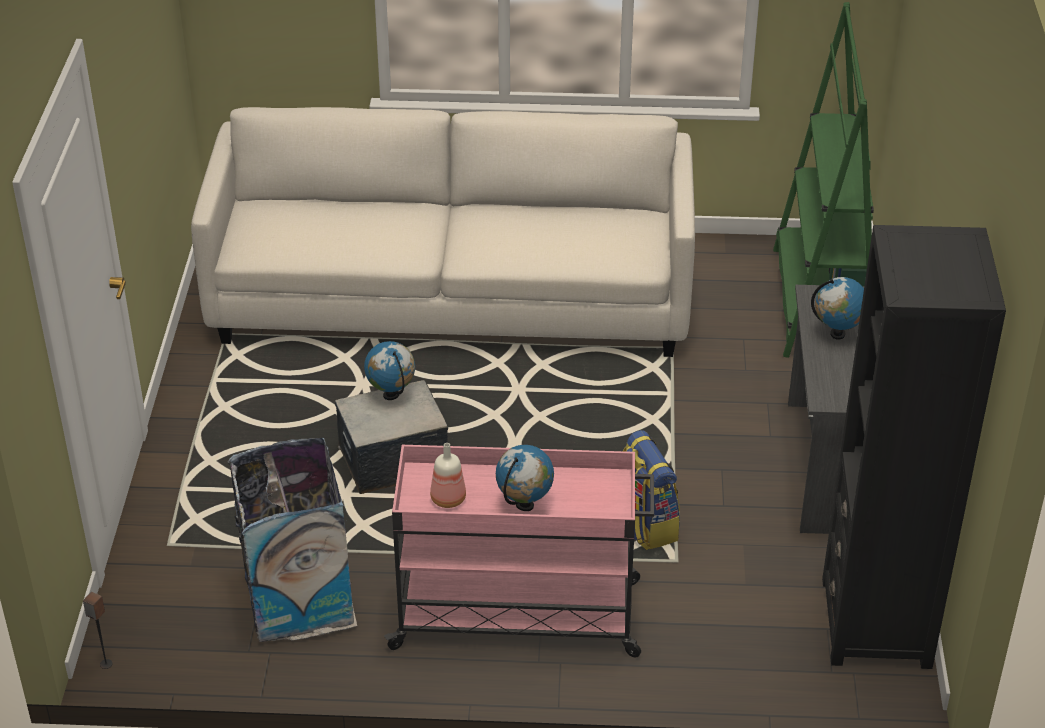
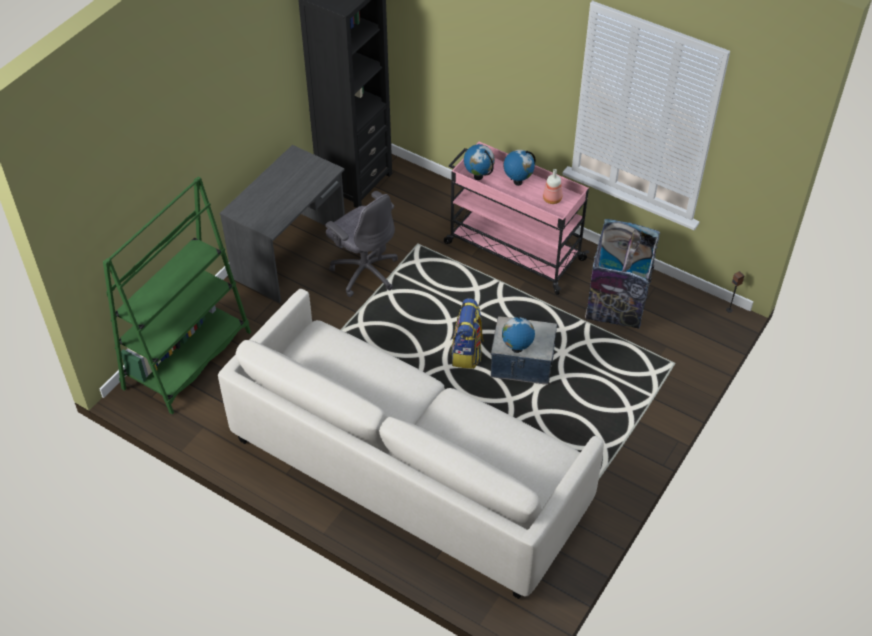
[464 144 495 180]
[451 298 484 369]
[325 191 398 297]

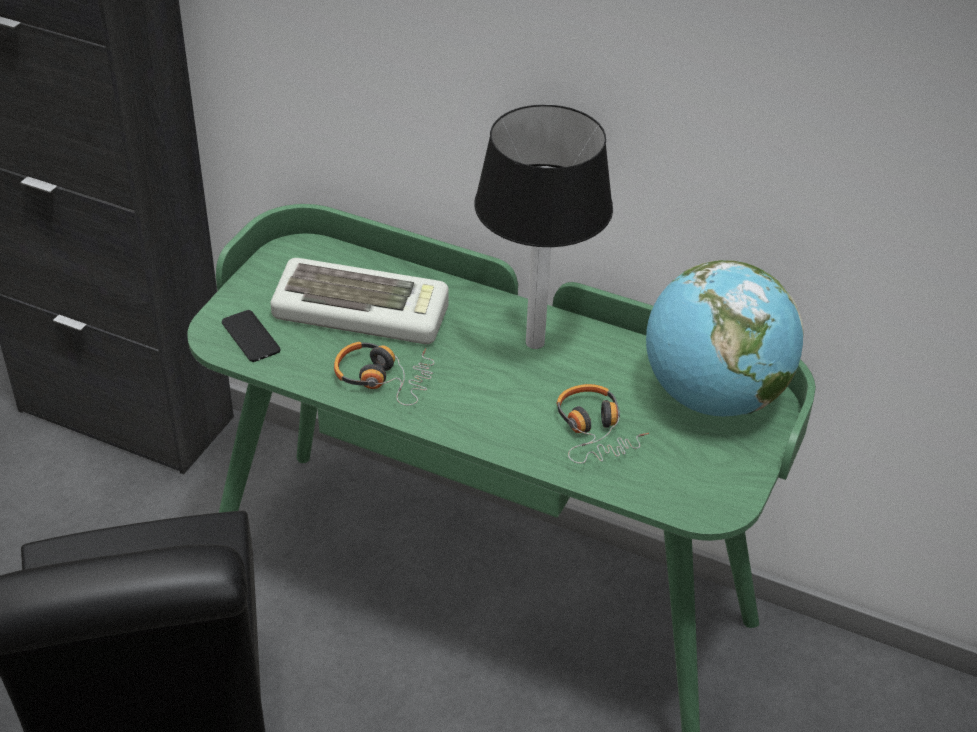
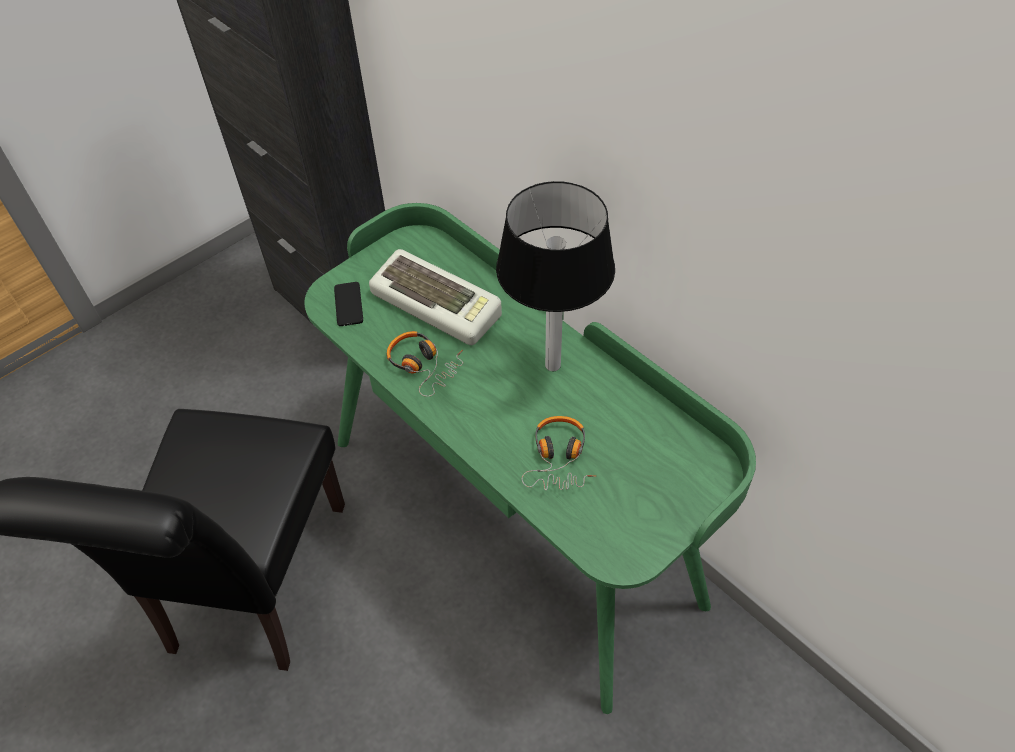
[646 260 804 417] (first image)

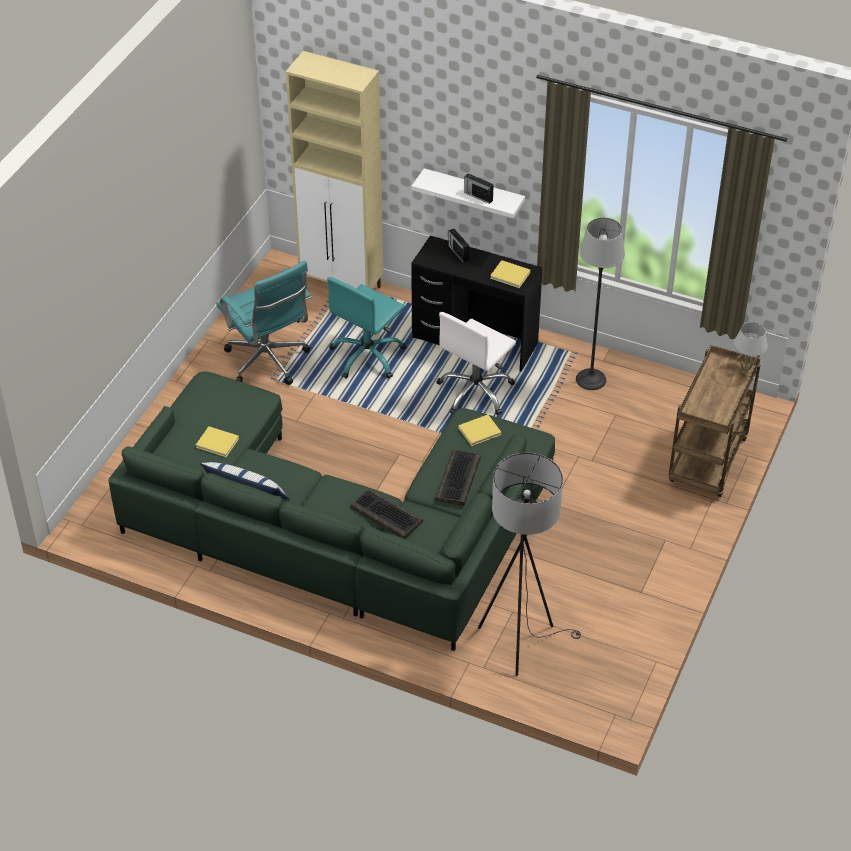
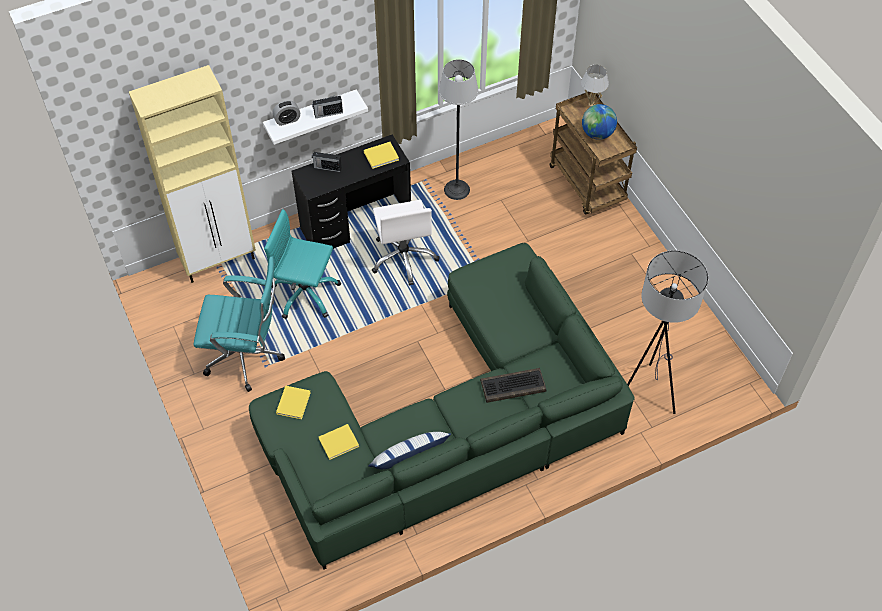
[264 209 341 319]
[276 385 311 419]
[435 450 481 506] (first image)
[272 100 300 126]
[582 104 617 140]

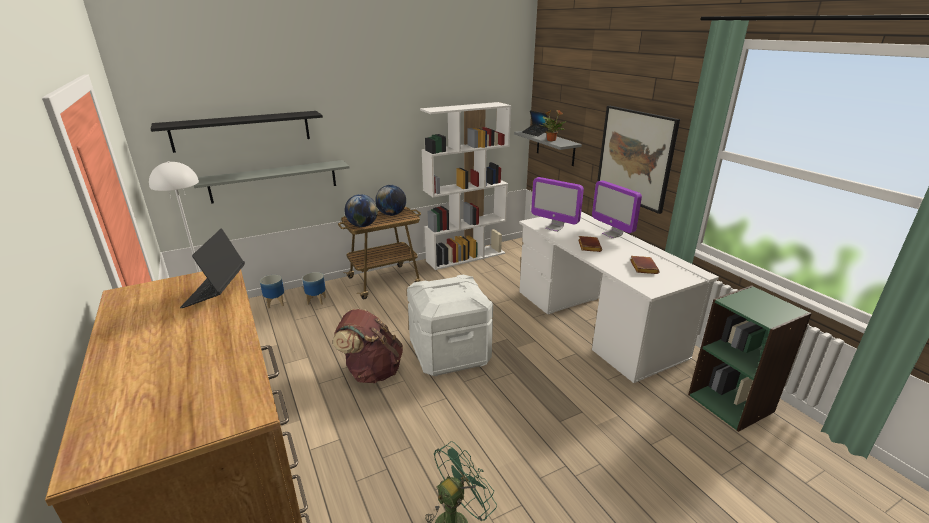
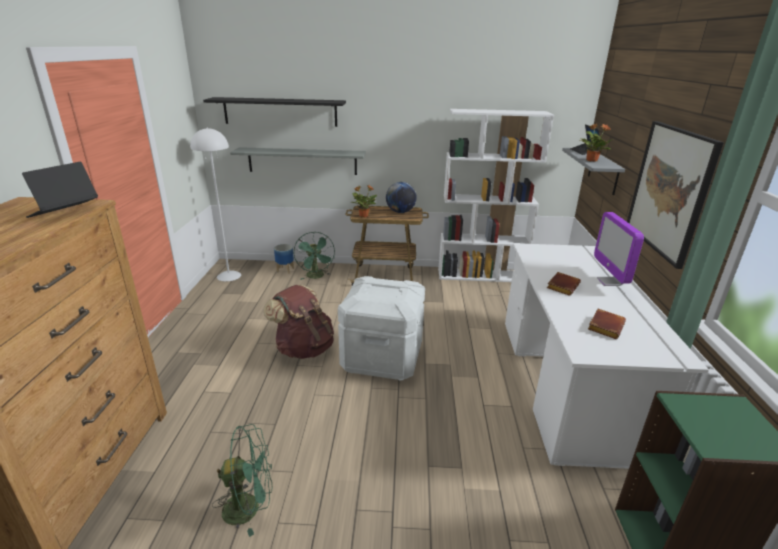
[531 177 584 232] (first image)
[351 185 377 218]
[294 232 335 280]

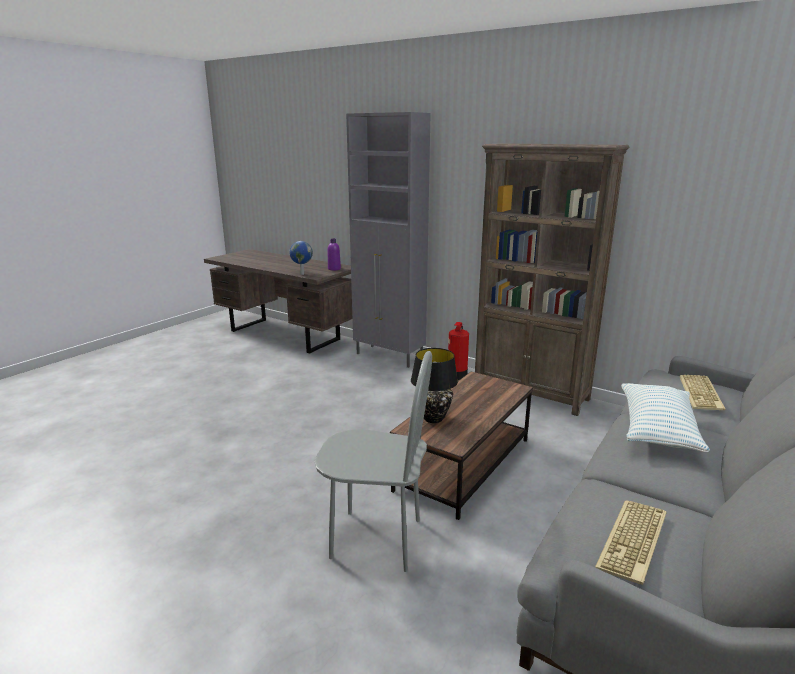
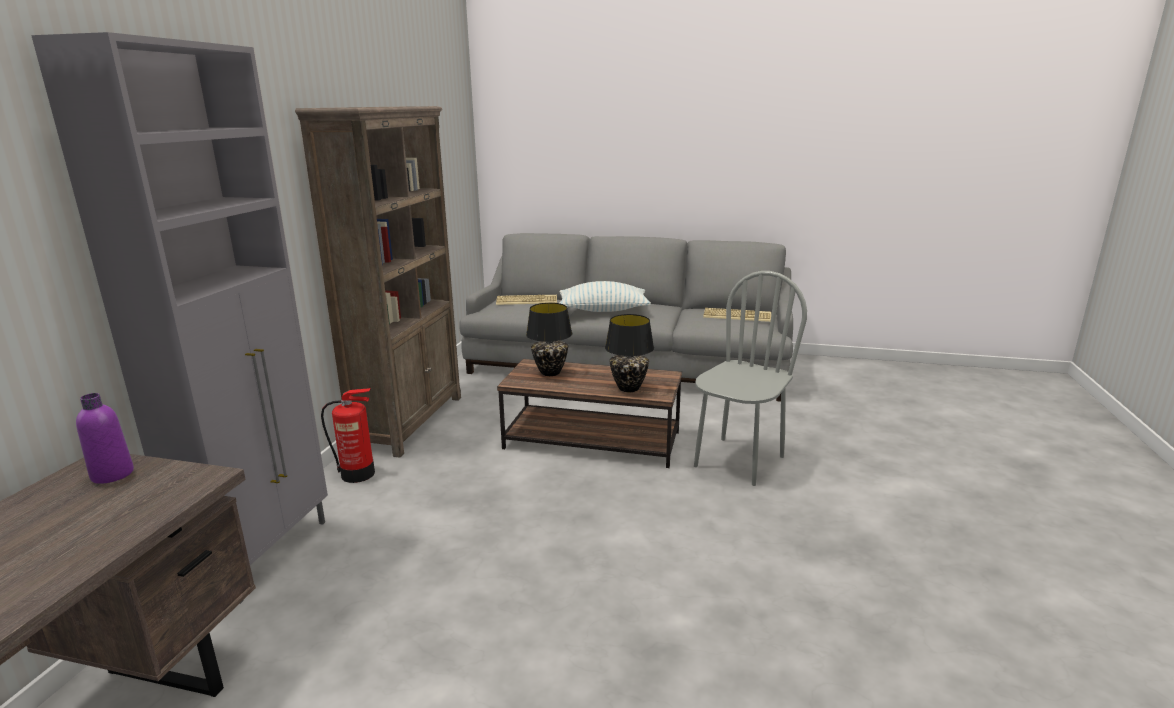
[289 241 313 275] (first image)
[694 271 807 486]
[526 303 572 376]

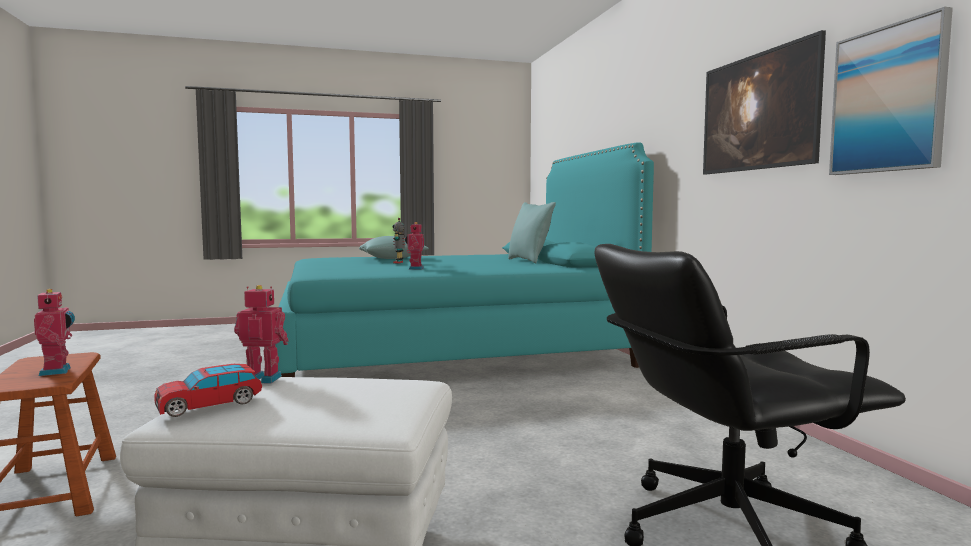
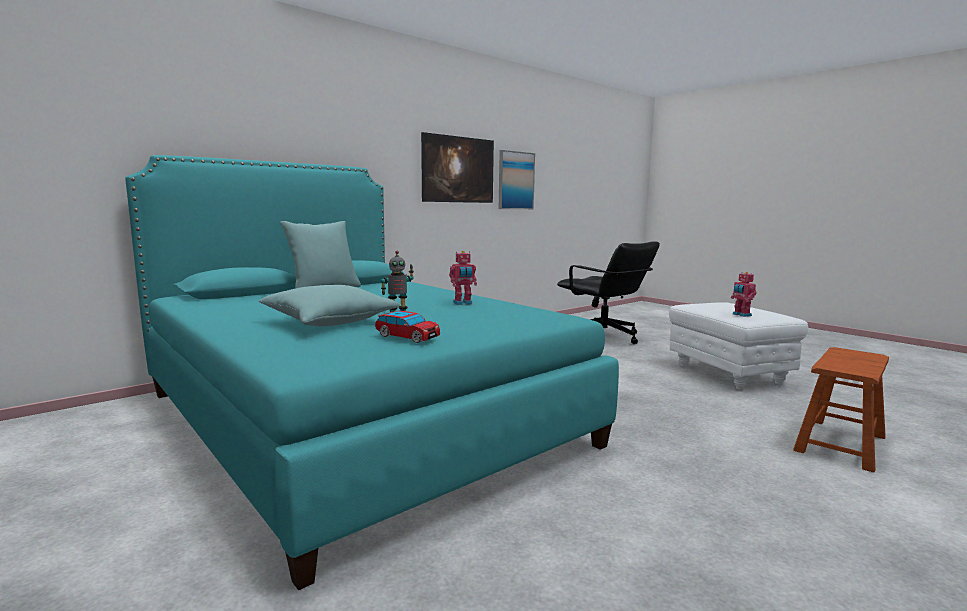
[34 289 75 376] (first image)
[375 311 440 343]

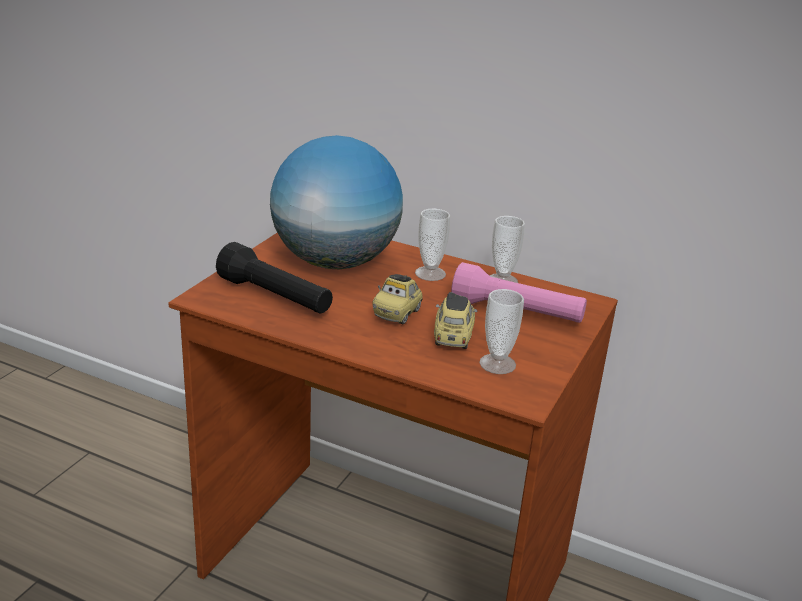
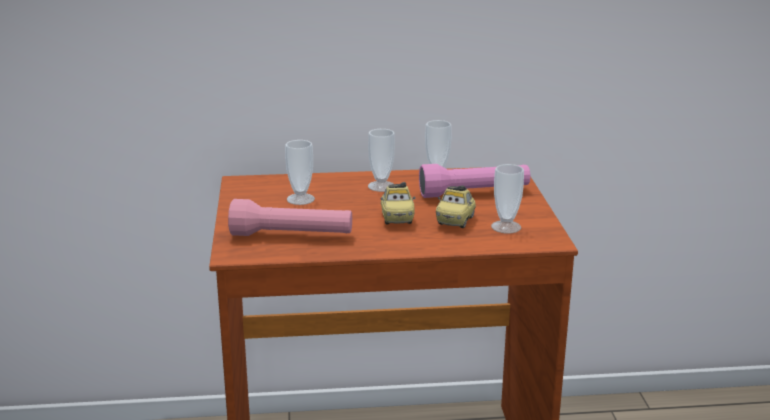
[285 140 315 205]
[228 199 352 236]
[436 185 476 228]

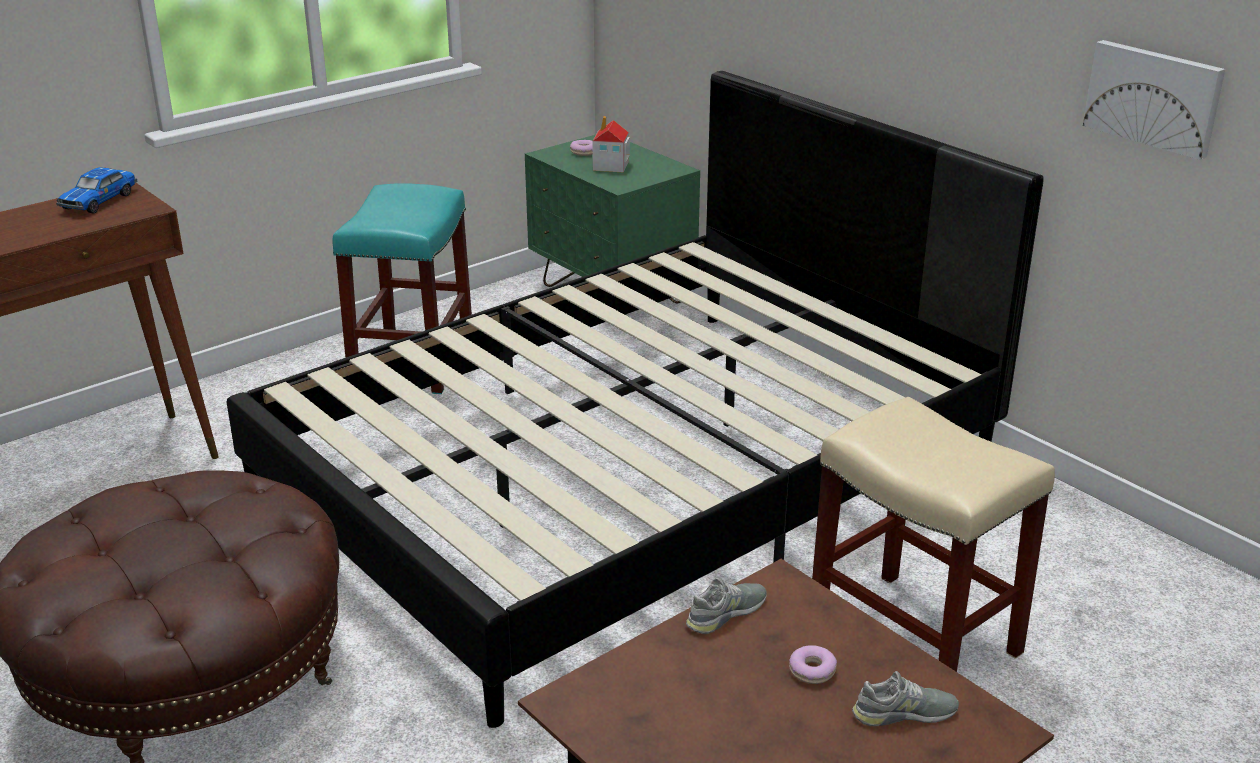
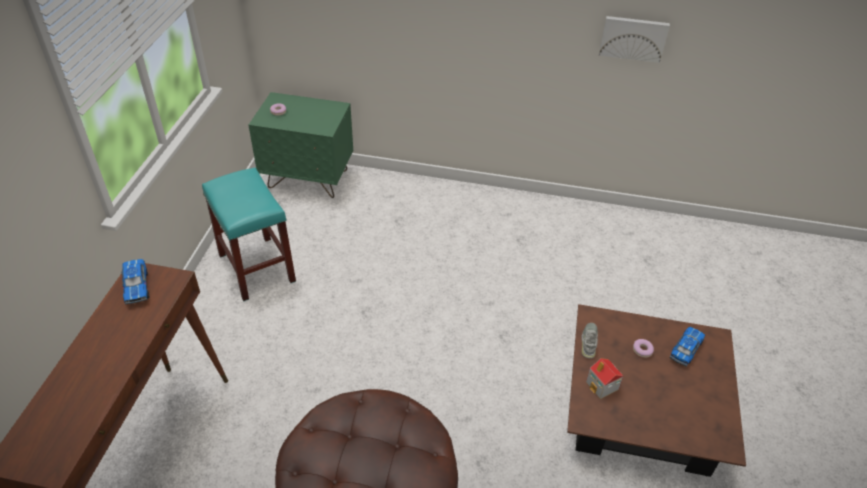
[227 71 1044 728] (first image)
[586 358 623 399]
[812 397 1055 672] (first image)
[670 327 705 366]

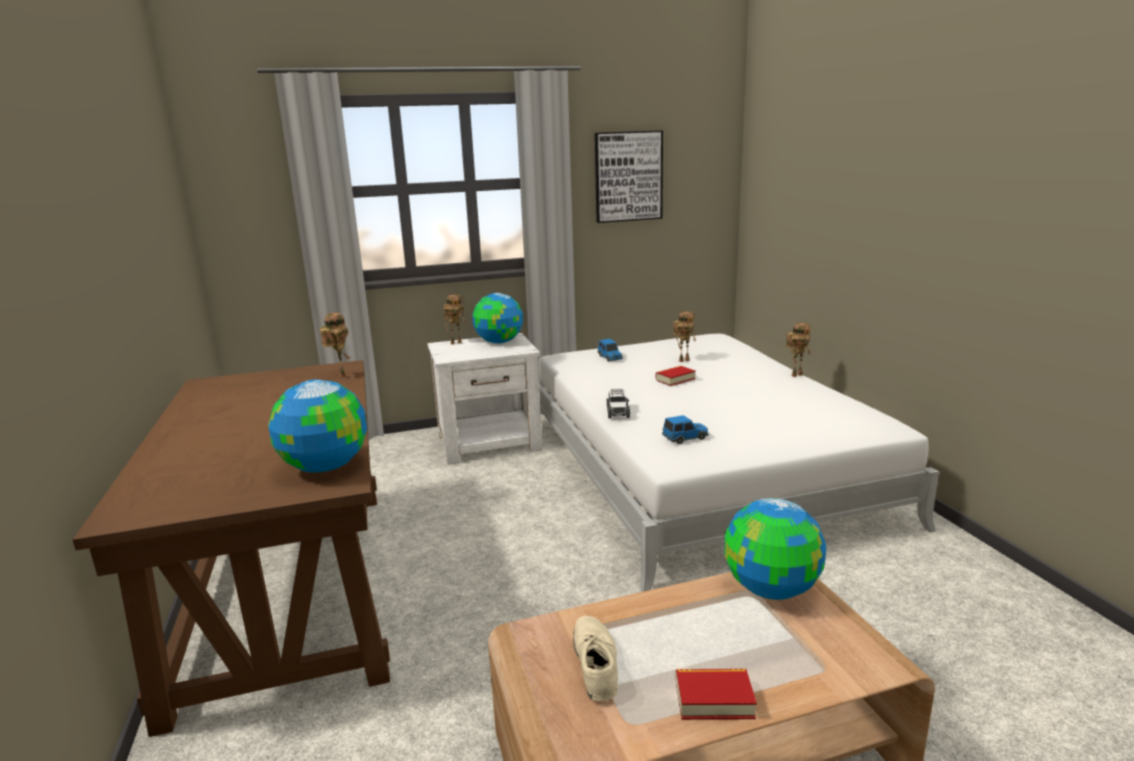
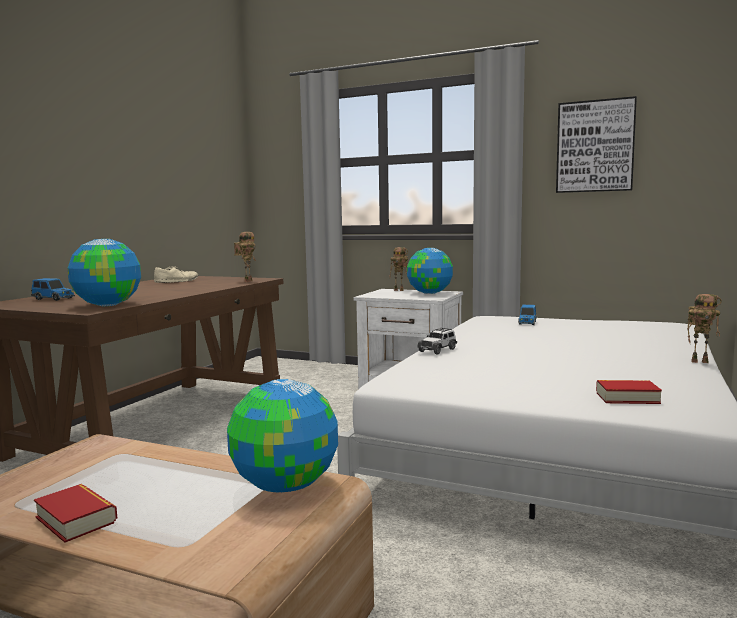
[673 311 696 362] (first image)
[596 380 662 404]
[31 278 75 301]
[154 266 198 283]

